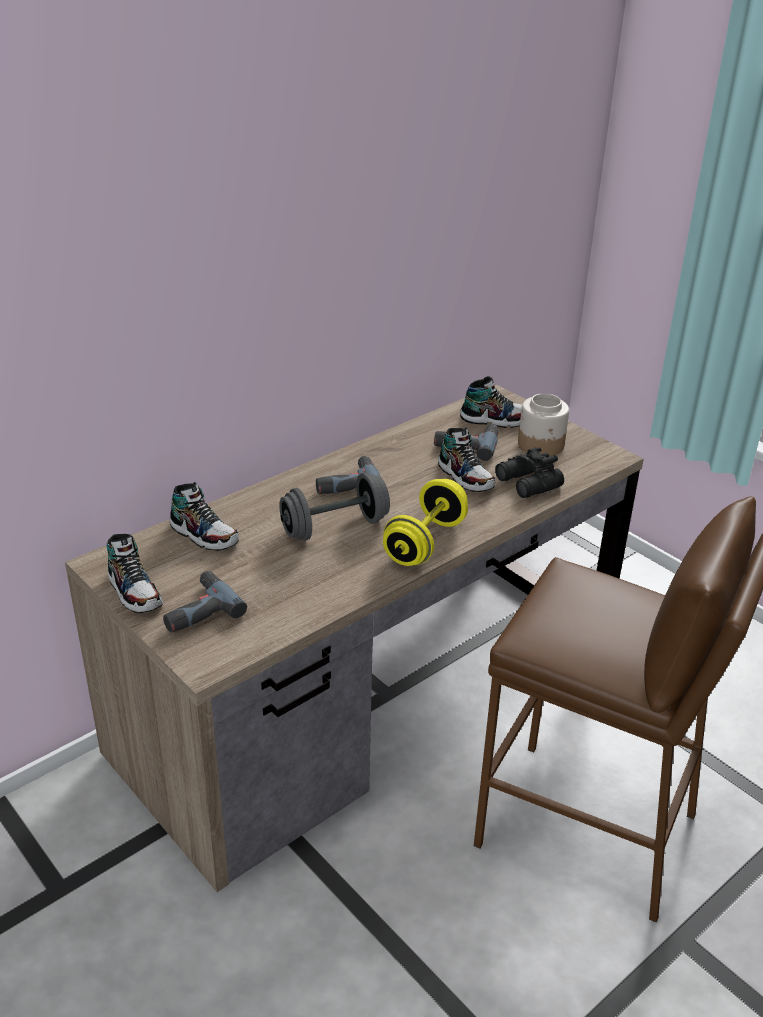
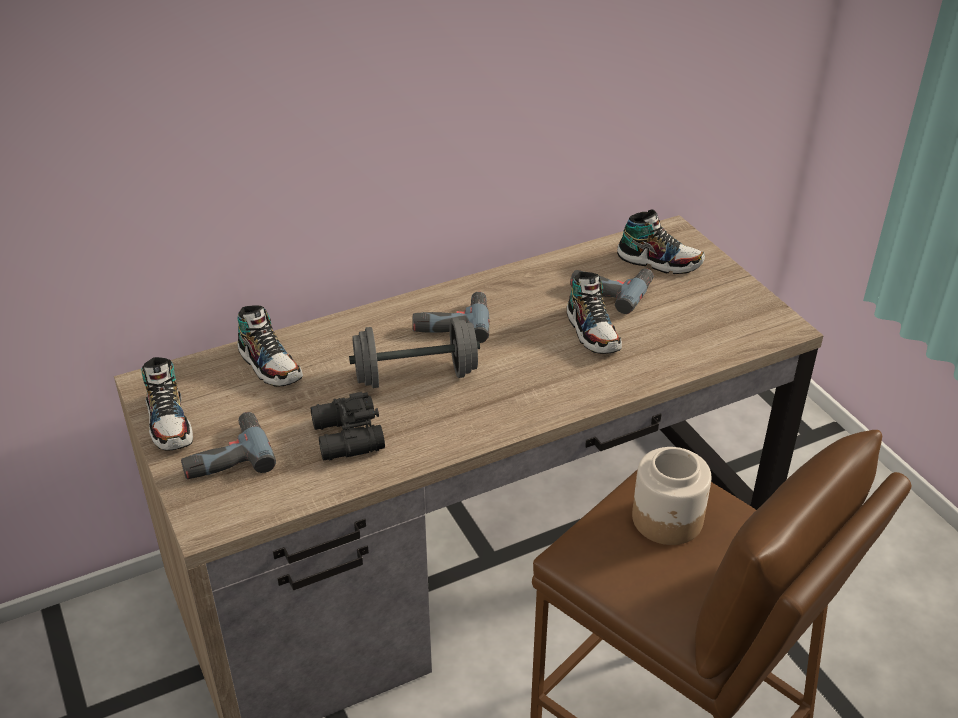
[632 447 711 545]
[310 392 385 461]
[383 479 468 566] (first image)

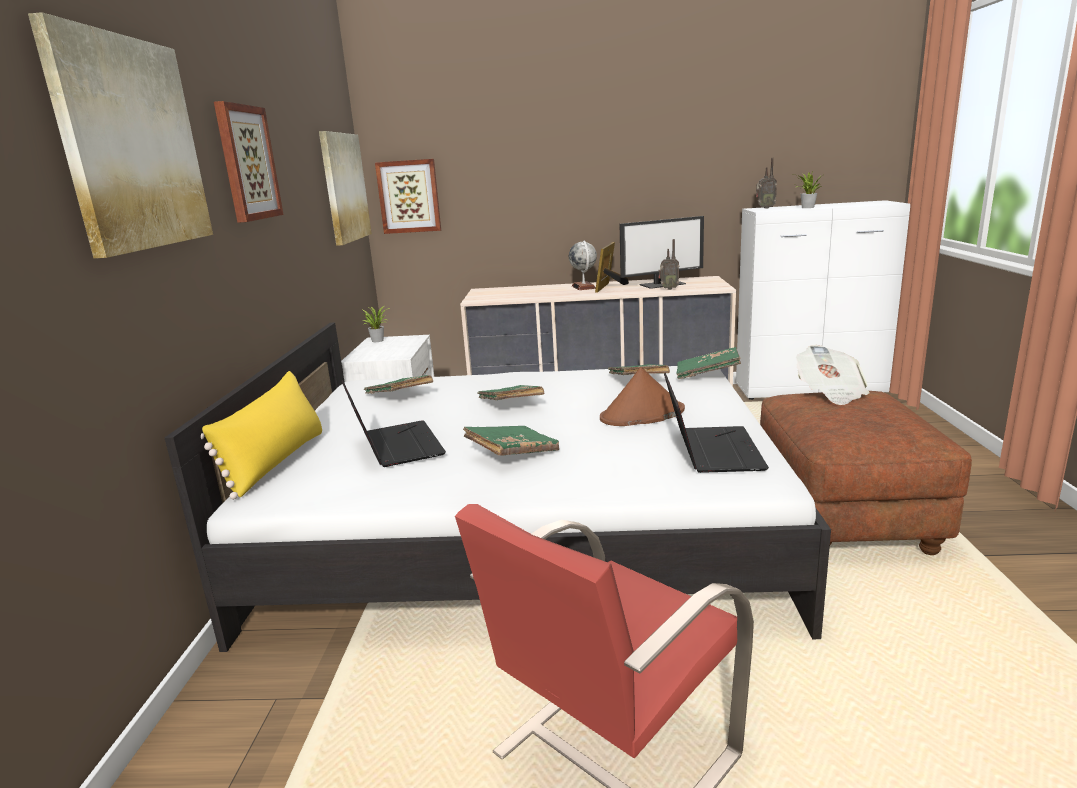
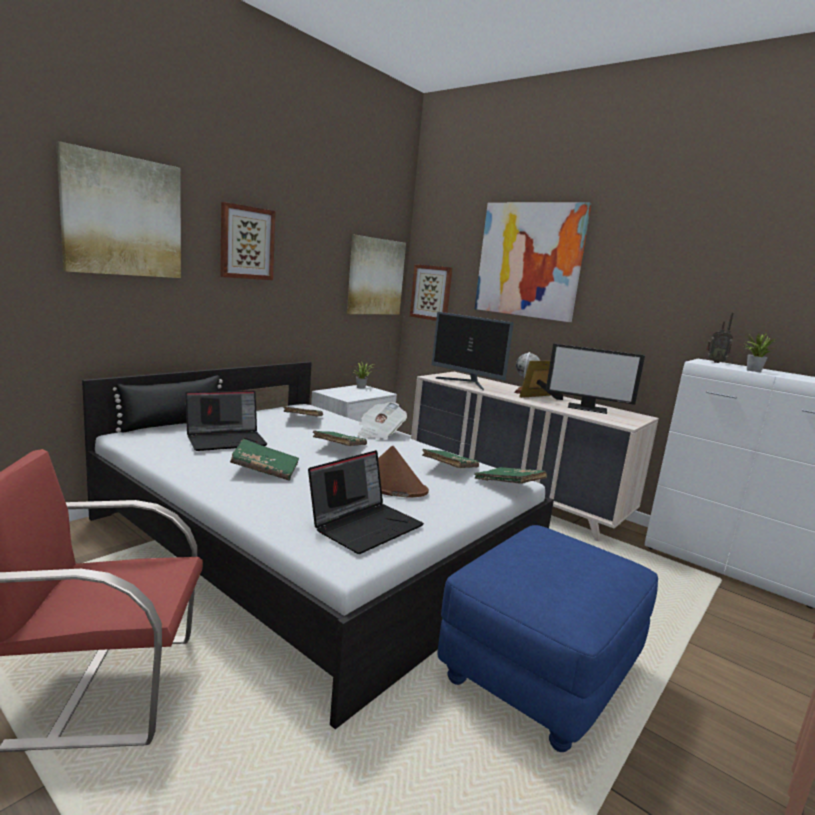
[658 239 679 290] (first image)
[358 402 407 439]
[113 375 223 433]
[185 390 267 451]
[437 525 658 752]
[475 202 591 322]
[432 312 514 391]

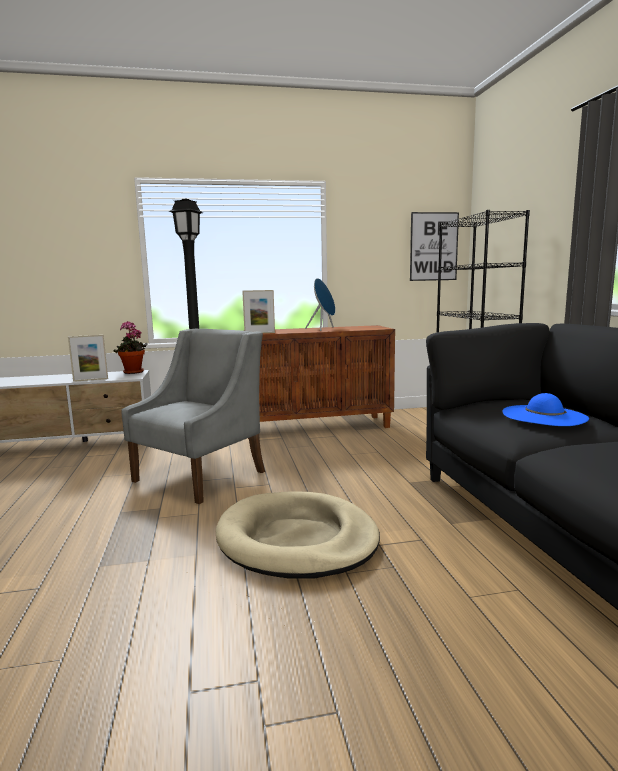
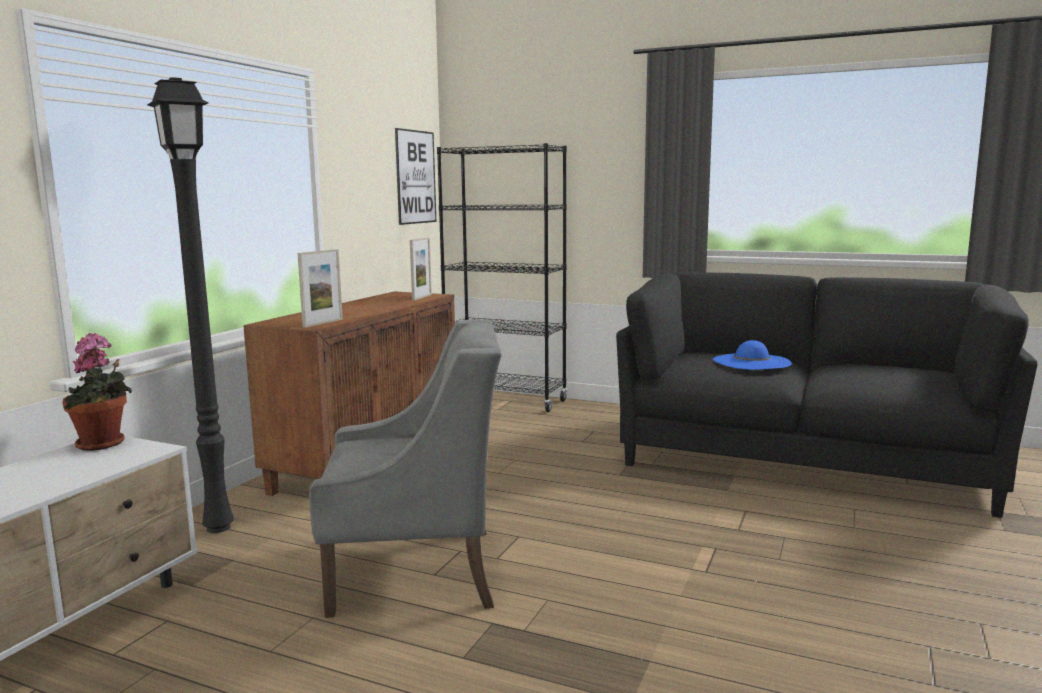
[305 278 335 331] (first image)
[309 320 502 618]
[410 237 432 300]
[216 491 380 579] (first image)

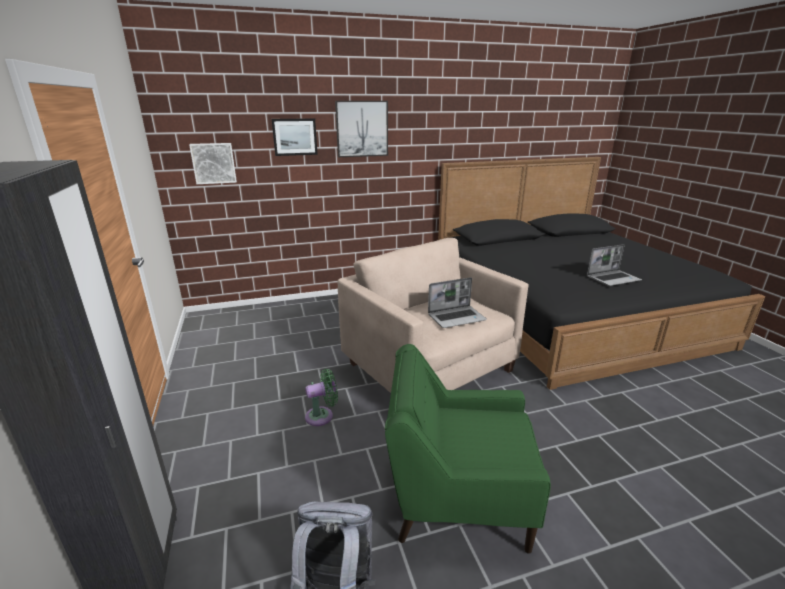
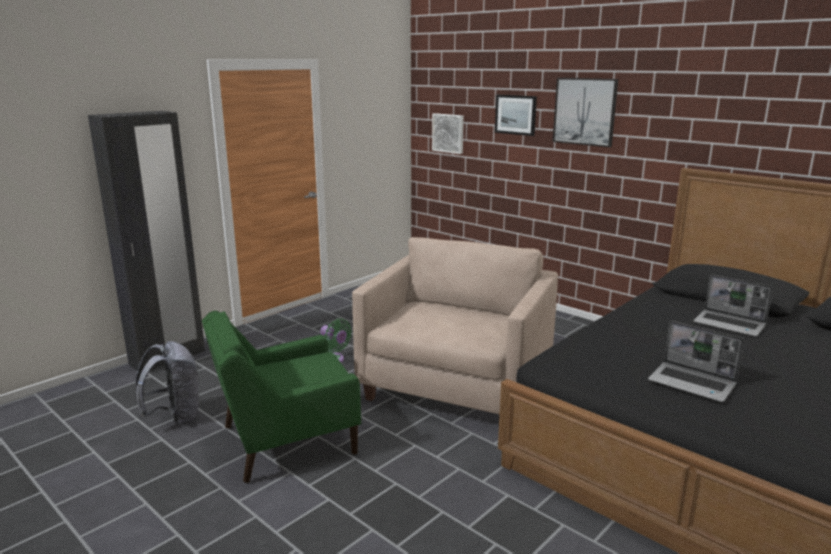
[693 274 773 337]
[202 311 361 483]

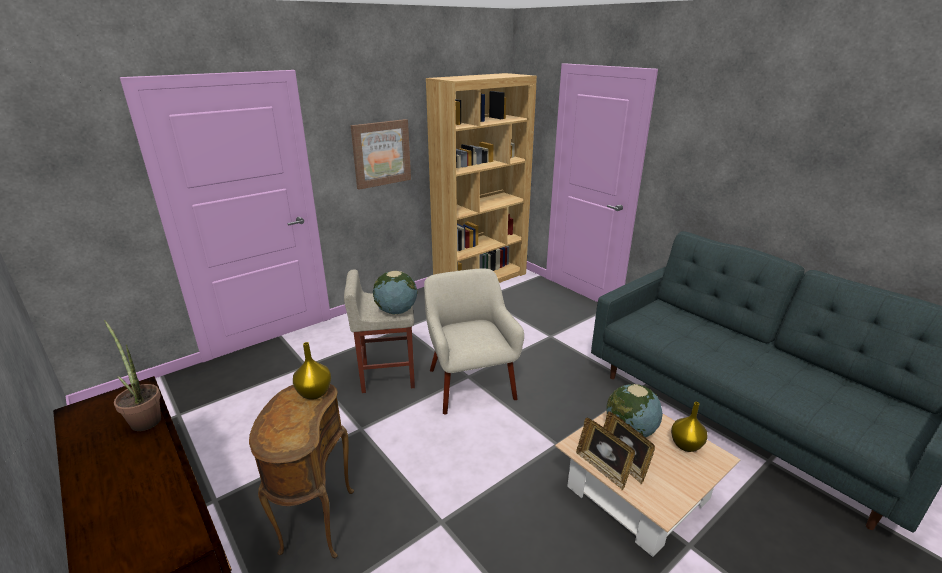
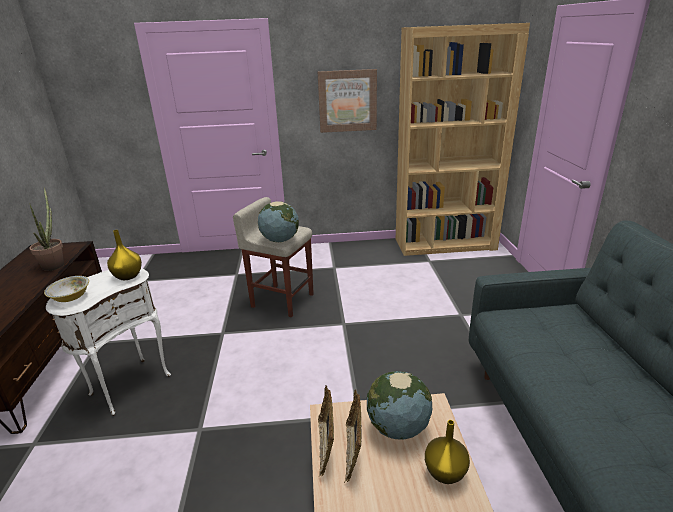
[424 268 524 415] (first image)
[46 268 171 416]
[44 276 89 302]

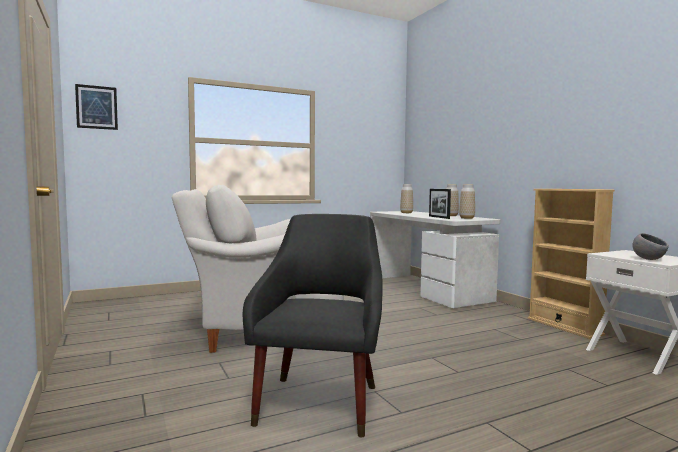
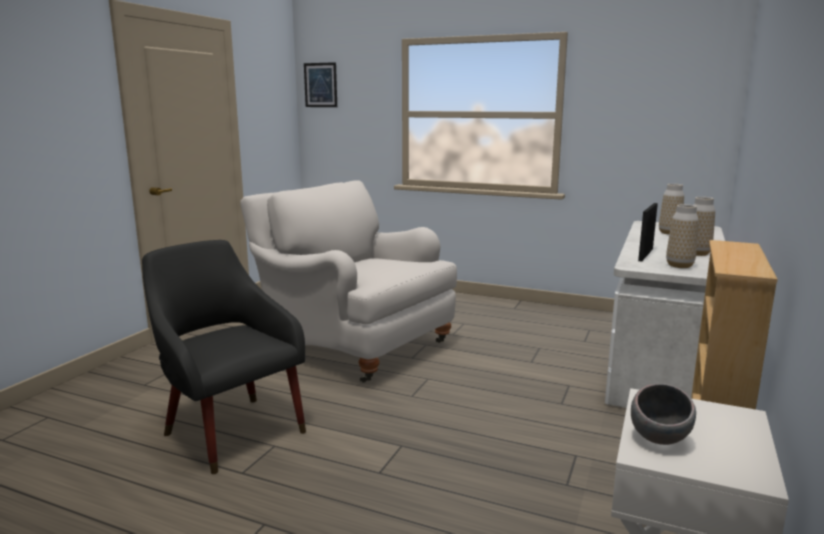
[142 240 306 474]

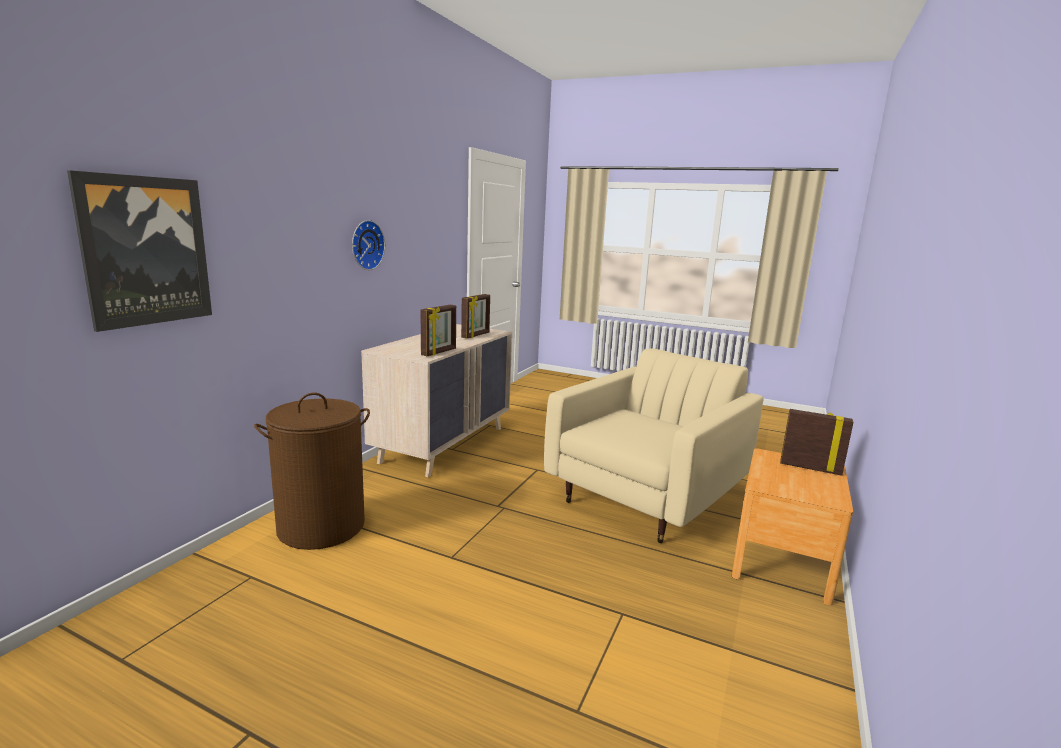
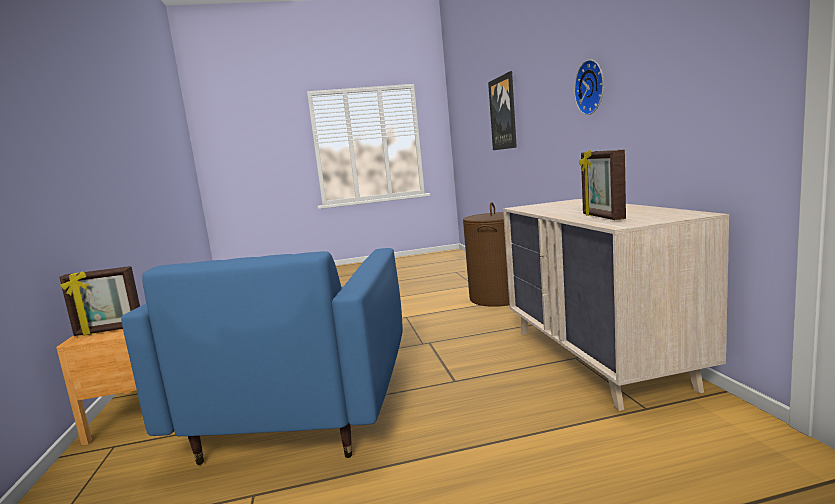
[421 305 456 356] (first image)
[121 248 403 465]

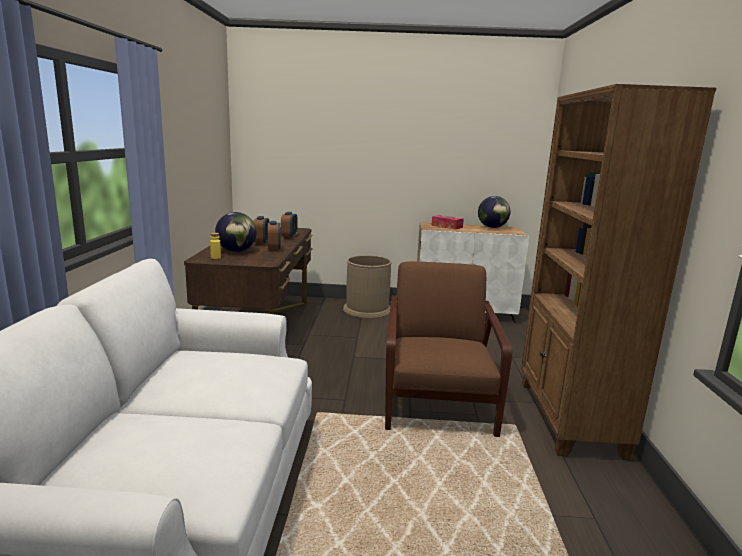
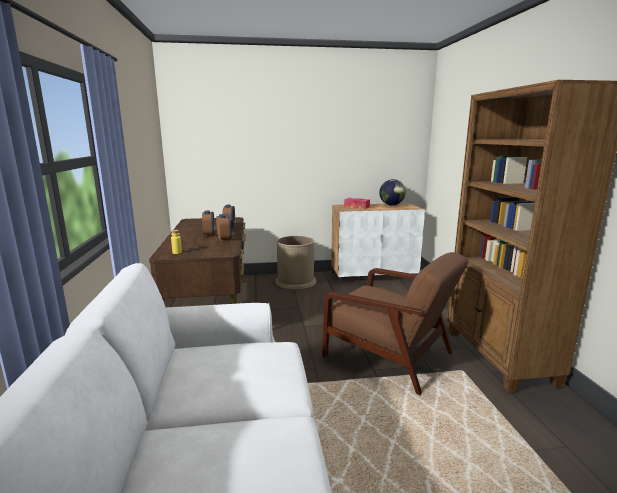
[215 212 257 252] (first image)
[322 252 468 395]

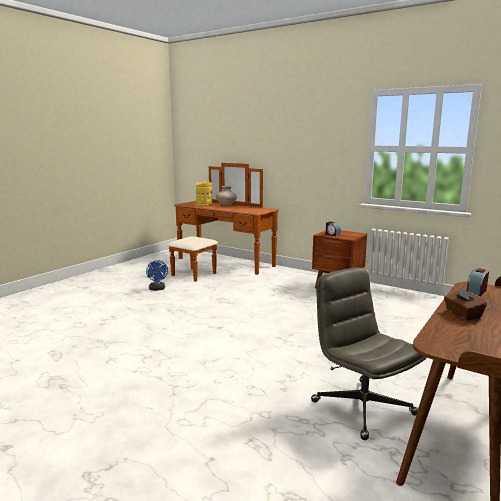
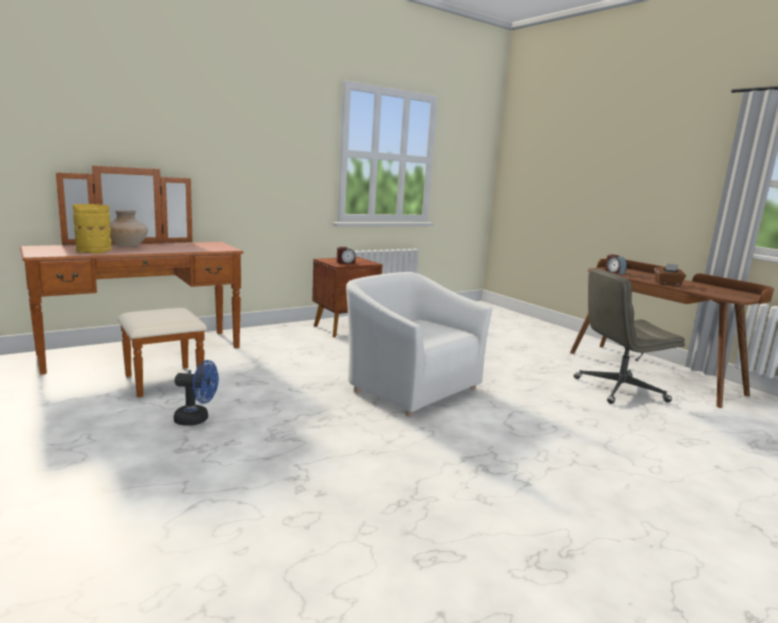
[346 272 492 416]

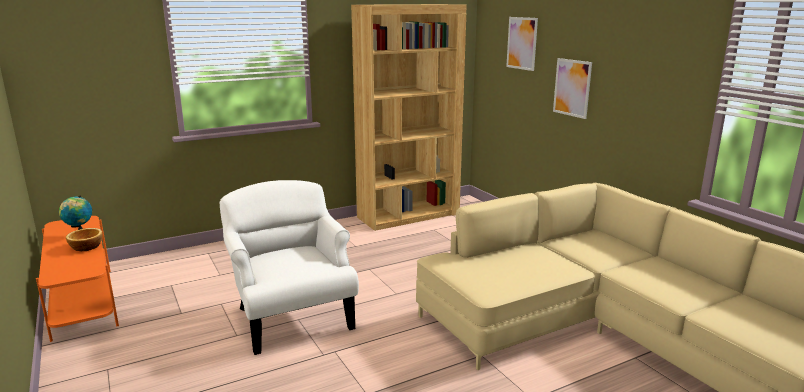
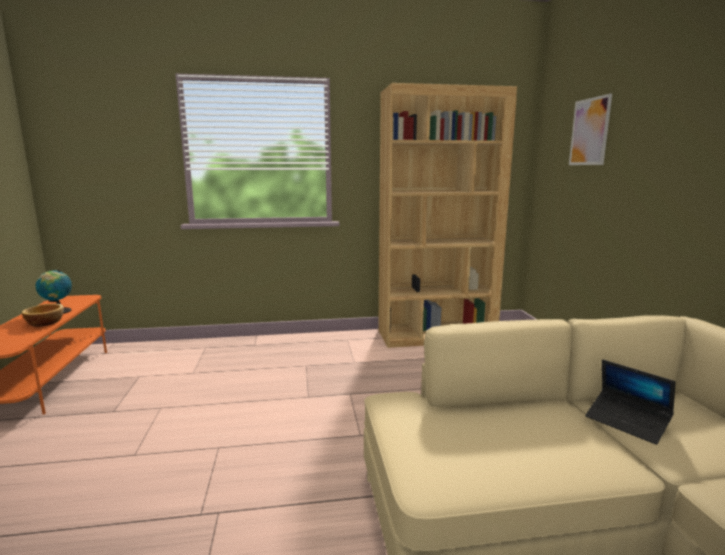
[553 58 592 119] (first image)
[220 180 359 355] (first image)
[585 359 675 445]

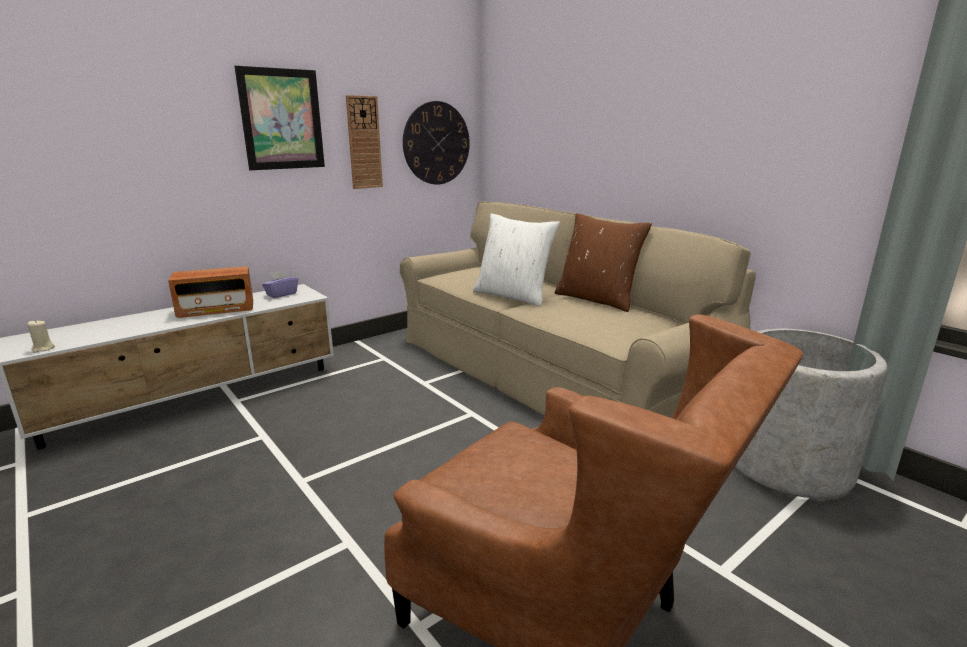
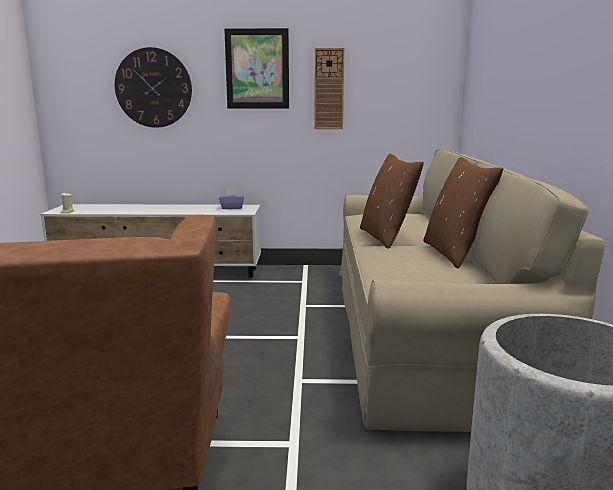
[115 47 192 128]
[360 154 424 248]
[168 266 253 318] (first image)

